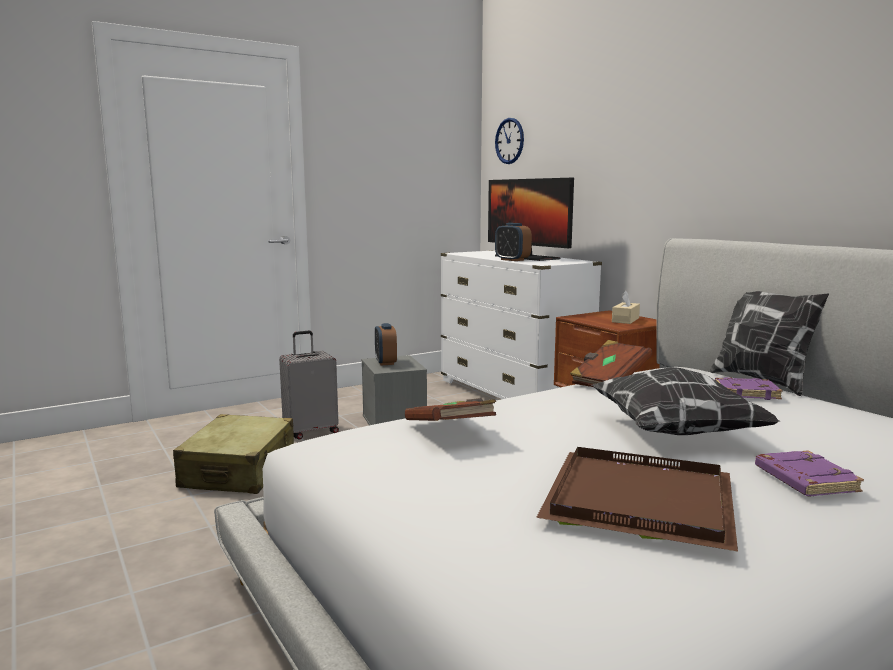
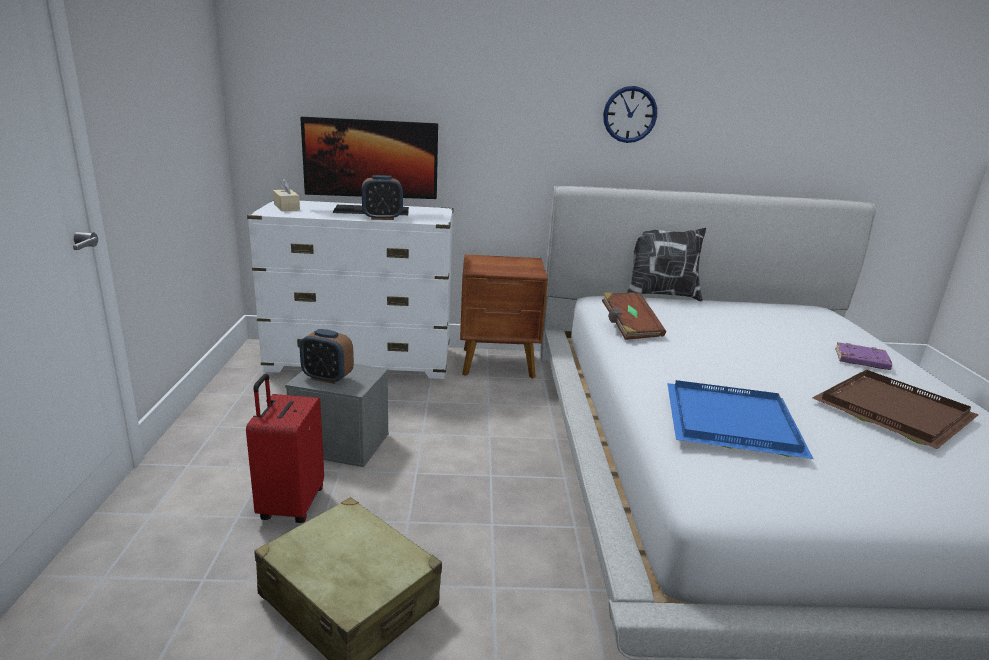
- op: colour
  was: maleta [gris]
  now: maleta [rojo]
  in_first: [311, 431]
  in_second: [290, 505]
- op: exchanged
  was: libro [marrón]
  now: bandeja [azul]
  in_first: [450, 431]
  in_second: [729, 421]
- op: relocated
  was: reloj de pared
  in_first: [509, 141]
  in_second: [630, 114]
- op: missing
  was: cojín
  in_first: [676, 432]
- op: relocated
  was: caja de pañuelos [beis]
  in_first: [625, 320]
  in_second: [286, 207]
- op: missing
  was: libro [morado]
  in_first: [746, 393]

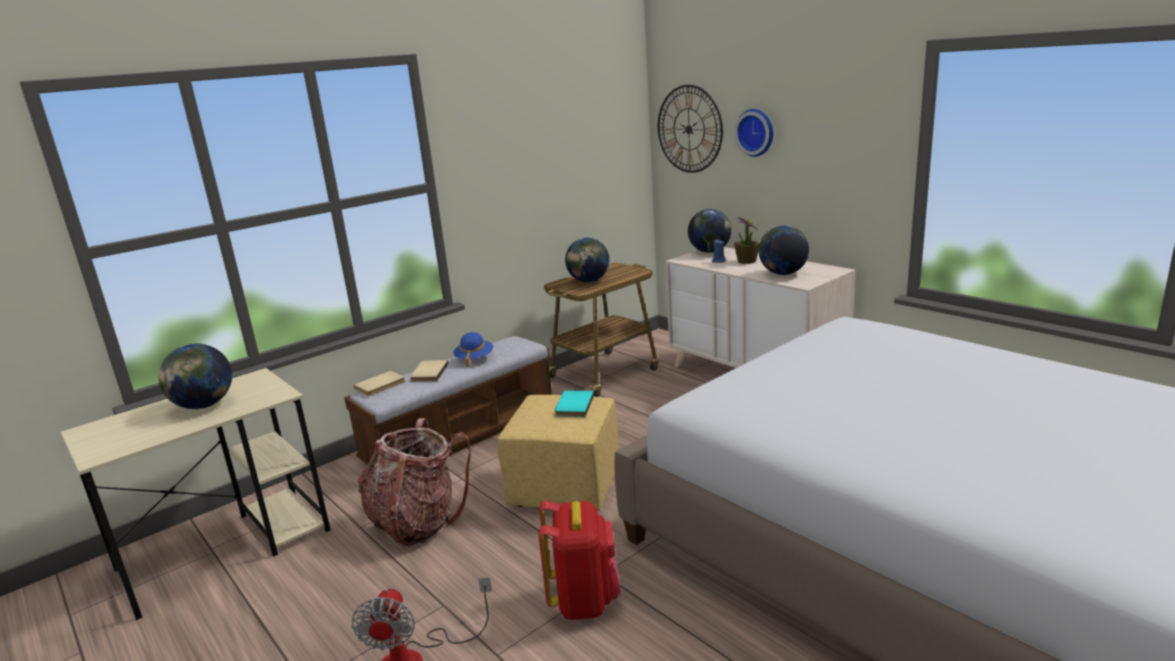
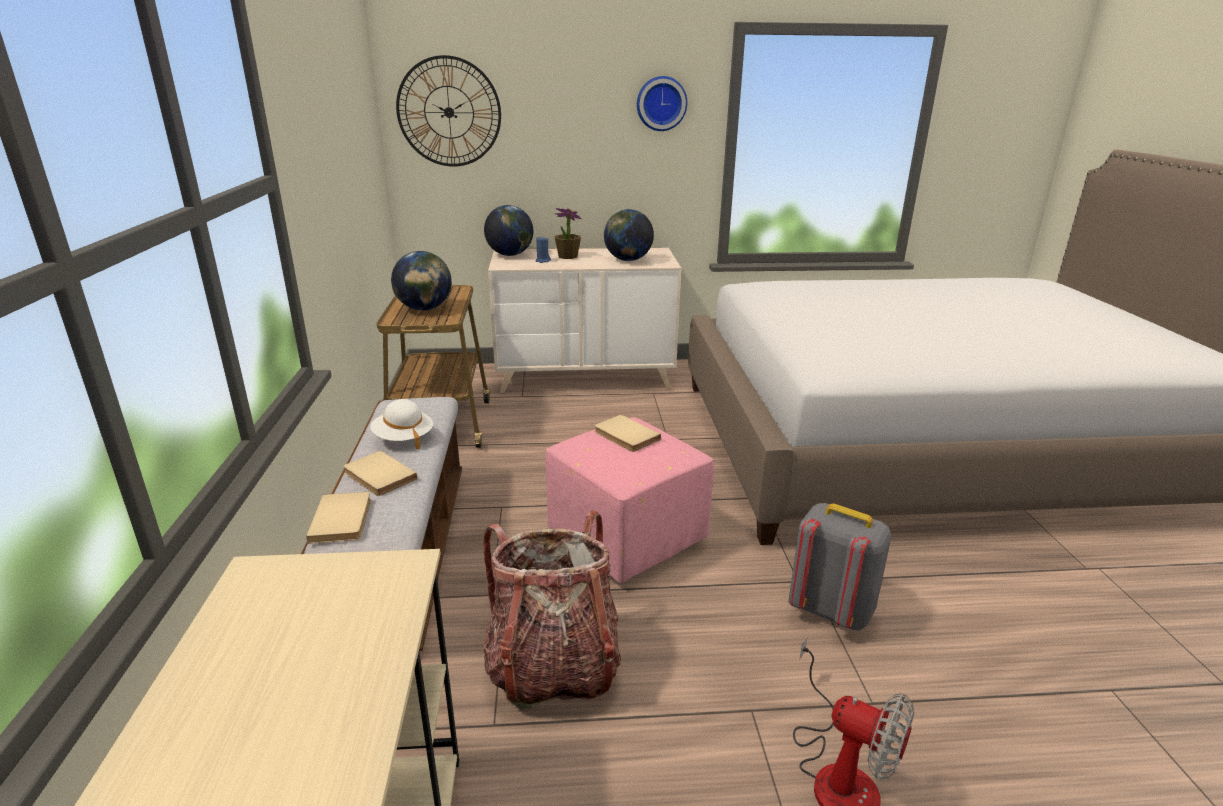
- op: missing
  was: globo terráqueo
  in_first: [204, 406]
- op: colour
  was: sombrero [azul]
  now: sombrero [blanco]
  in_first: [474, 359]
  in_second: [403, 438]
- op: colour
  was: puf [amarillo]
  now: puf [rosa]
  in_first: [563, 488]
  in_second: [624, 539]
- op: colour
  was: mochila [rojo]
  now: mochila [gris]
  in_first: [584, 600]
  in_second: [830, 610]
- op: colour
  was: libro [turquesa]
  now: libro [beis]
  in_first: [573, 405]
  in_second: [625, 436]
- op: relocated
  was: reloj de pared
  in_first: [756, 132]
  in_second: [661, 103]

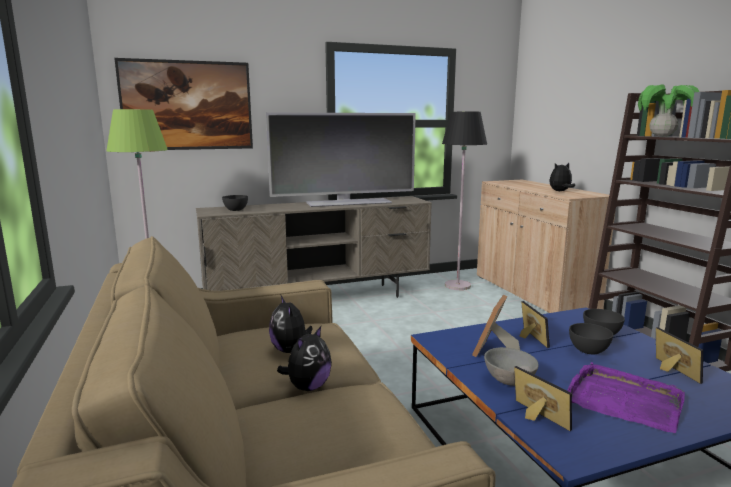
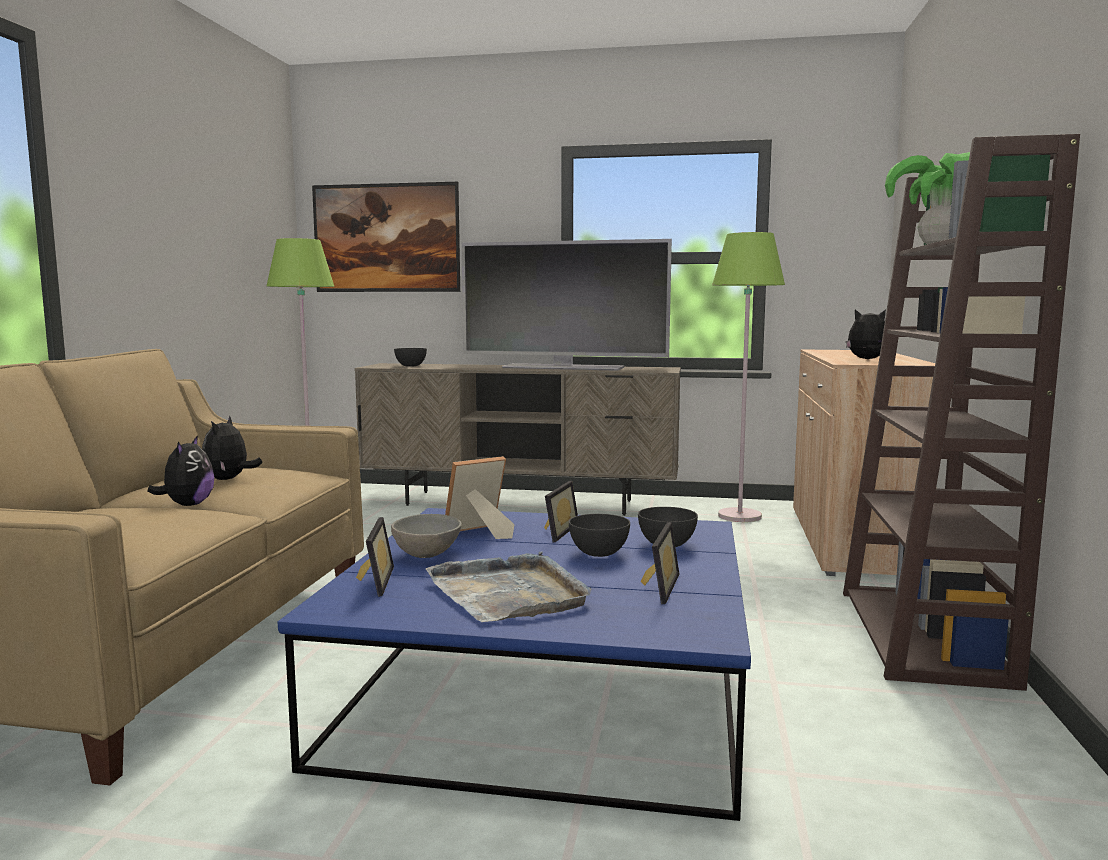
- op: spun
  was: peluche
  in_first: [308, 387]
  in_second: [187, 505]
  clockwise: -60
- op: colour
  was: lámpara de pie [negro]
  now: lámpara de pie [verde]
  in_first: [457, 286]
  in_second: [740, 516]
- op: colour
  was: bandeja [morado]
  now: bandeja [gris]
  in_first: [623, 400]
  in_second: [509, 593]

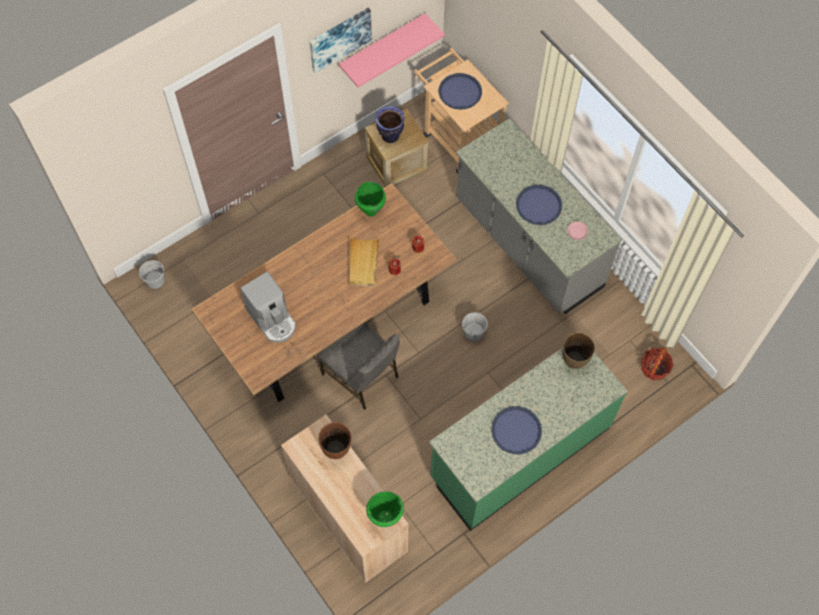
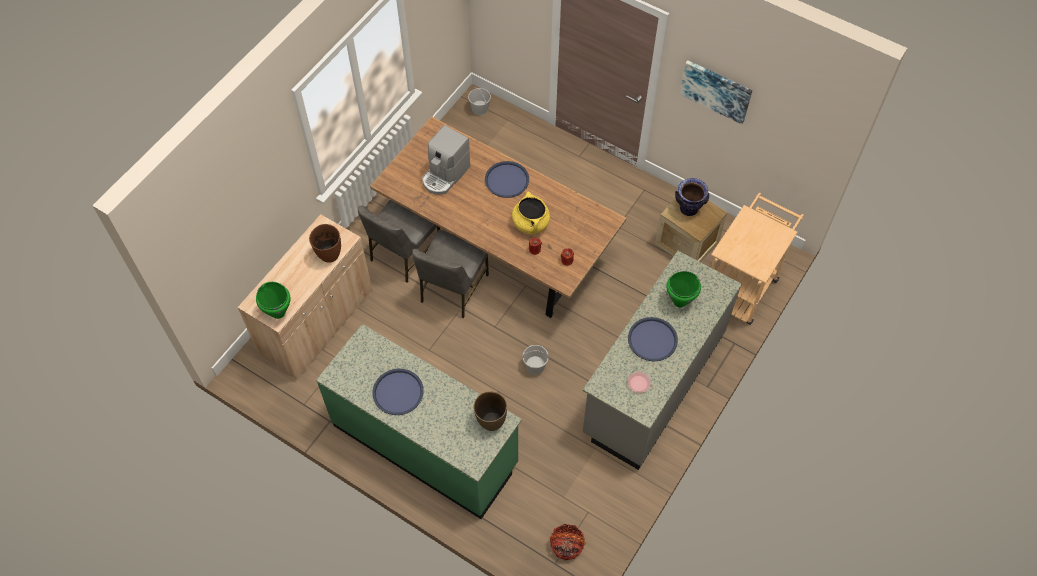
- op: missing
  was: estante [rosa]
  in_first: [382, 46]
- op: exchanged
  was: bandeja [beis]
  now: olla [amarillo]
  in_first: [363, 263]
  in_second: [530, 223]
- op: relocated
  was: olla [verde]
  in_first: [370, 211]
  in_second: [679, 301]
- op: relocated
  was: bandeja [azul]
  in_first: [460, 92]
  in_second: [507, 180]
- op: appeared
  now: silla [gris]
  in_second: [404, 253]

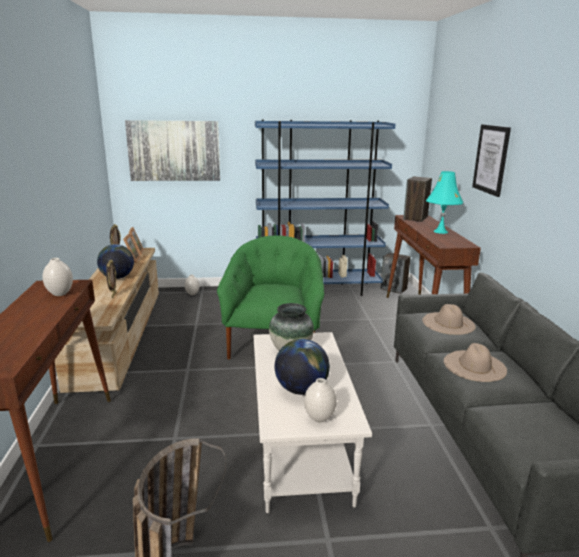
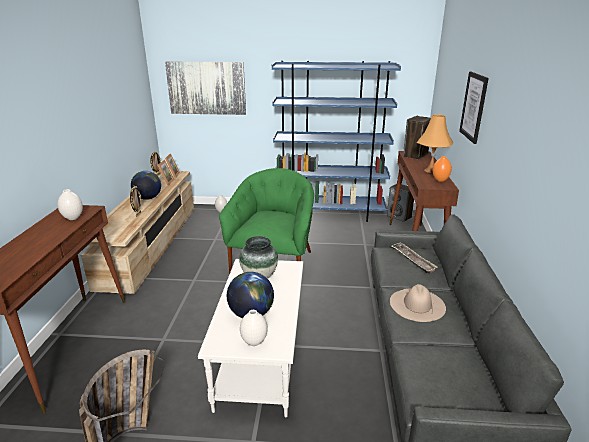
- op: exchanged
  was: sombrero [beis]
  now: bandeja
  in_first: [448, 323]
  in_second: [412, 260]
- op: colour
  was: lámpara de mesa [turquesa]
  now: lámpara de mesa [naranja]
  in_first: [440, 231]
  in_second: [430, 170]
- op: appeared
  now: florero [naranja]
  in_second: [440, 180]

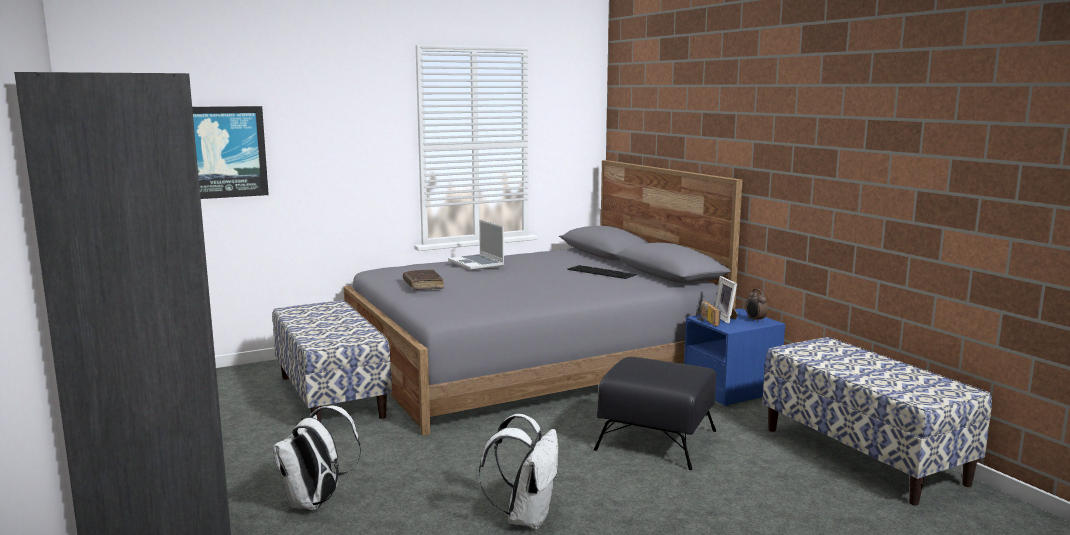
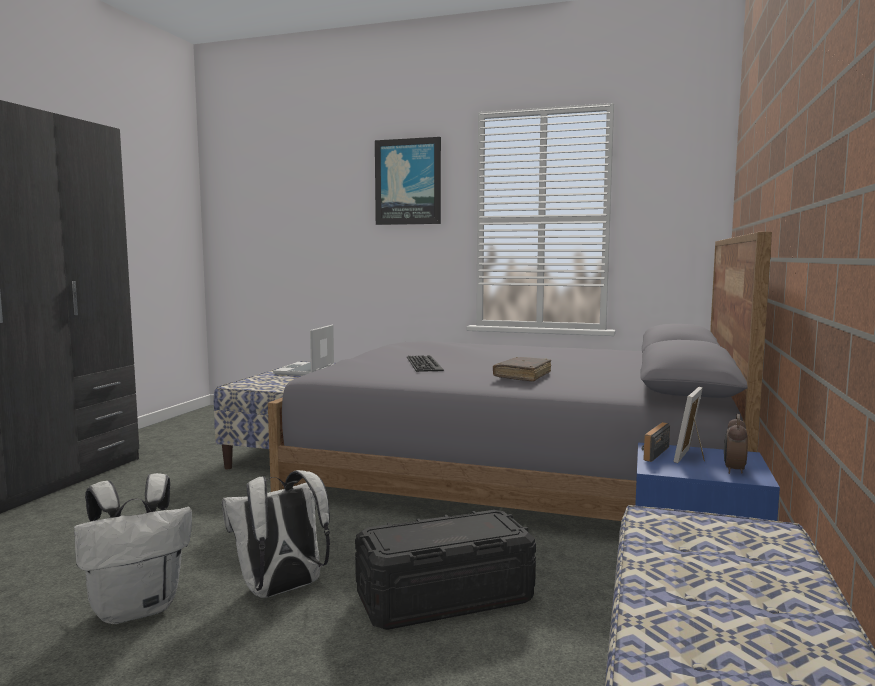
- op: relocated
  was: cuadro
  in_first: [226, 152]
  in_second: [408, 182]
- op: relocated
  was: mochila [blanco]
  in_first: [316, 503]
  in_second: [281, 590]
- op: relocated
  was: libro [marrón]
  in_first: [423, 285]
  in_second: [522, 376]
- op: relocated
  was: portátil
  in_first: [477, 264]
  in_second: [305, 371]
- op: relocated
  was: teclado
  in_first: [602, 272]
  in_second: [425, 363]
- op: exchanged
  was: puf [negro]
  now: caja de almacenaje [negro]
  in_first: [657, 440]
  in_second: [445, 597]

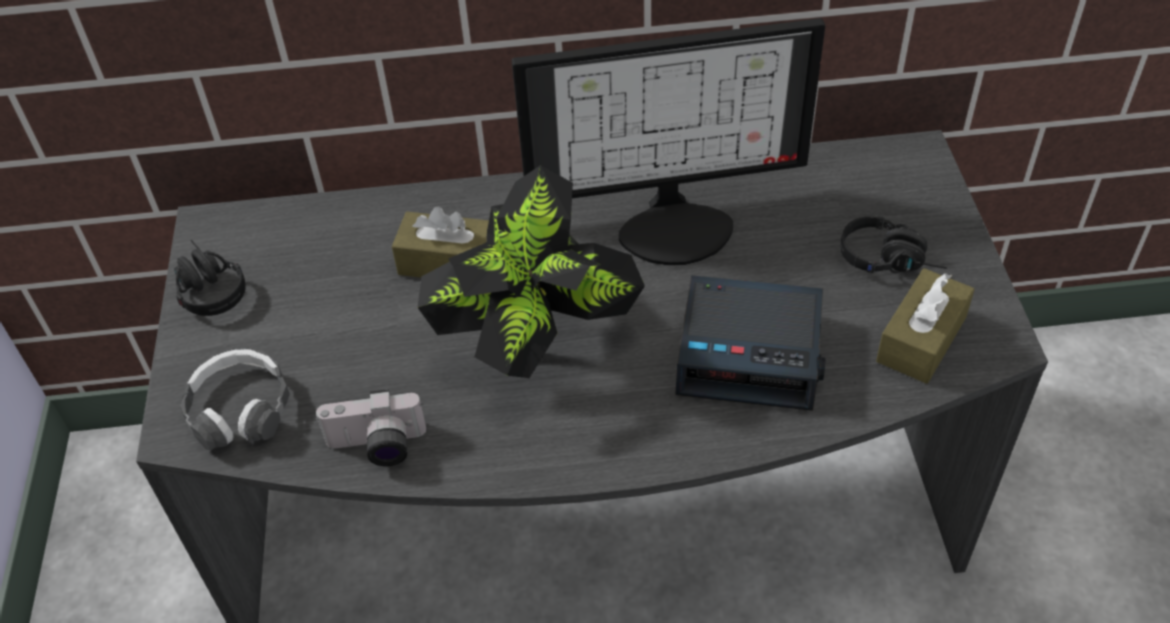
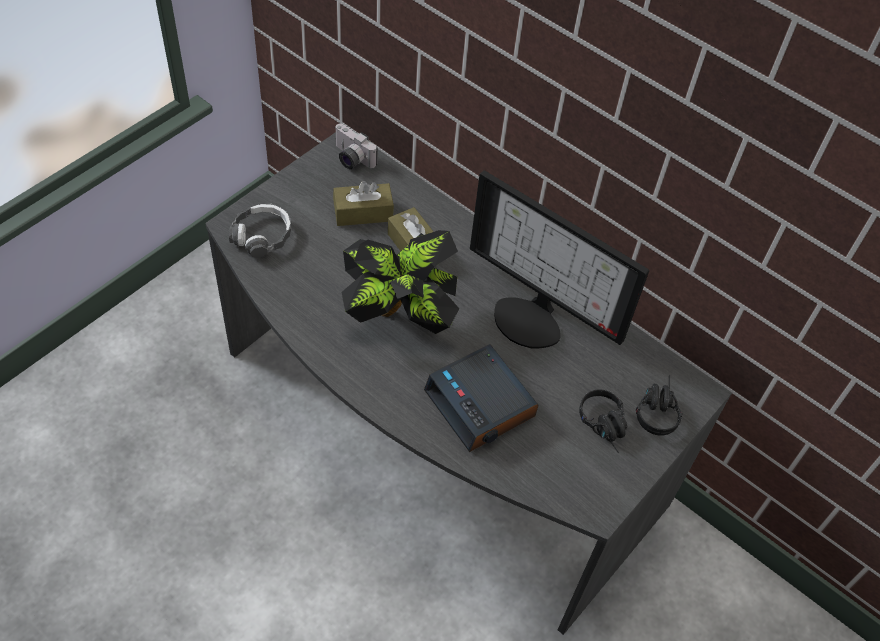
- op: relocated
  was: auriculares [negro]
  in_first: [206, 287]
  in_second: [656, 409]
- op: relocated
  was: cámara
  in_first: [377, 447]
  in_second: [350, 159]
- op: relocated
  was: caja de pañuelos [marrón]
  in_first: [921, 339]
  in_second: [363, 213]

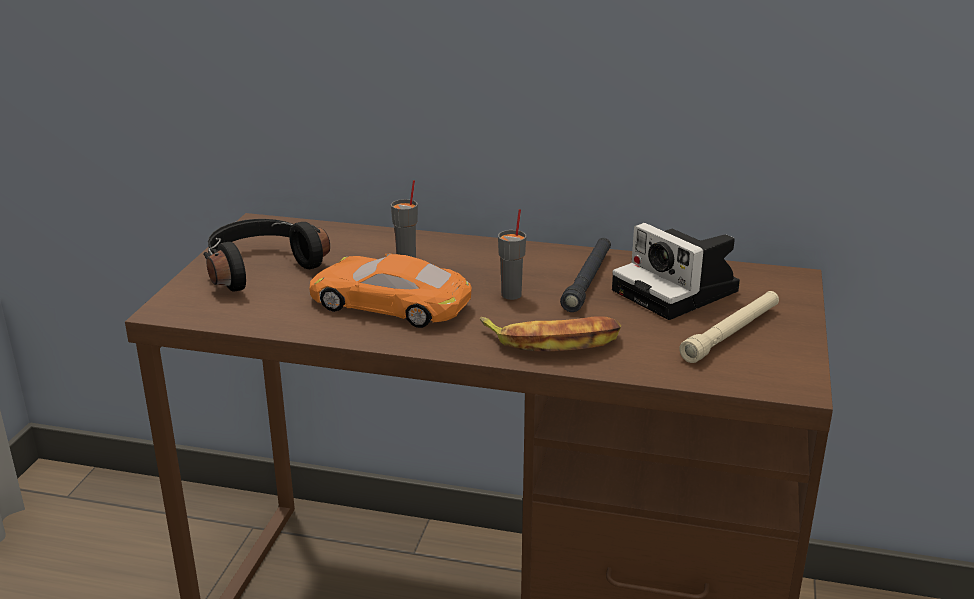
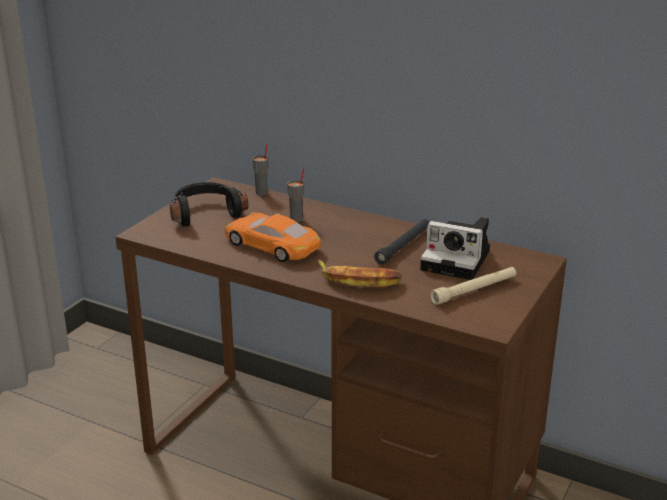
- op: relocated
  was: taza [gris]
  in_first: [512, 294]
  in_second: [262, 192]
- op: spun
  was: cámara
  in_first: [679, 292]
  in_second: [459, 260]
  clockwise: -45

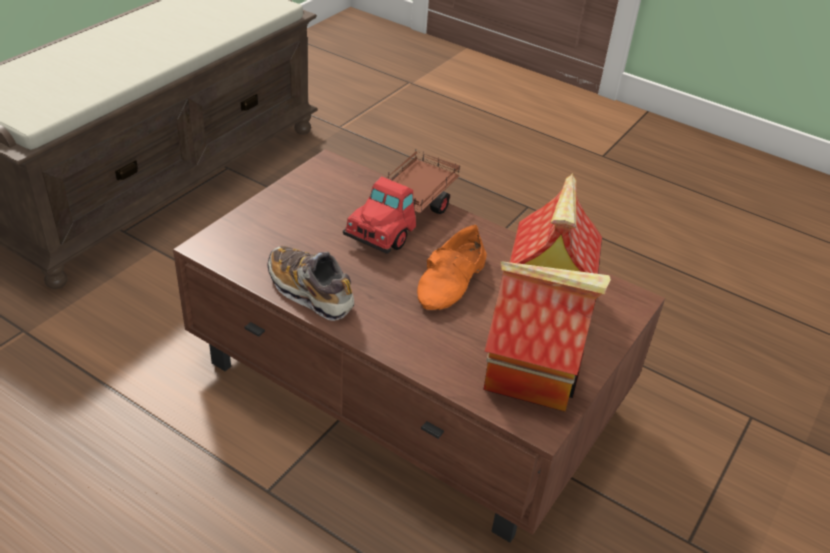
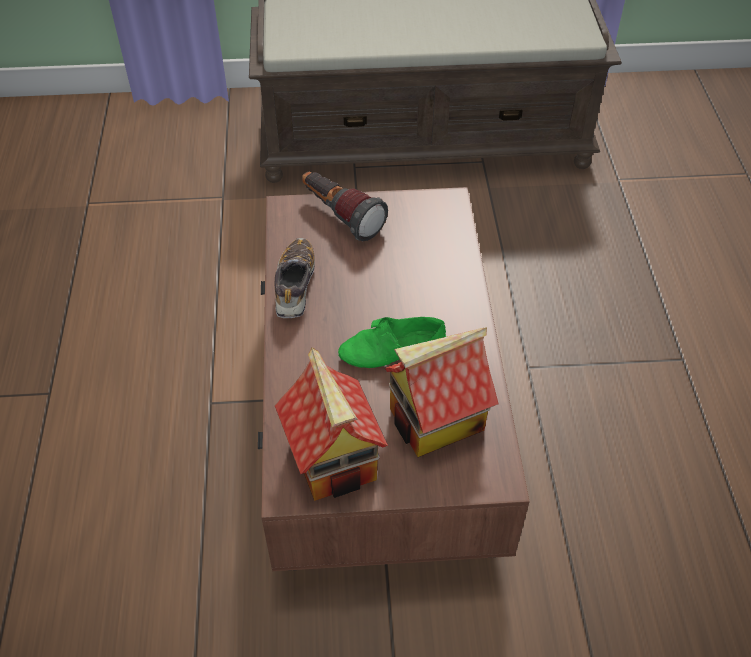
- op: missing
  was: camión de juguete
  in_first: [404, 217]
- op: colour
  was: zapato [naranja]
  now: zapato [verde]
  in_first: [453, 281]
  in_second: [392, 353]
- op: appeared
  now: linterna
  in_second: [340, 216]

